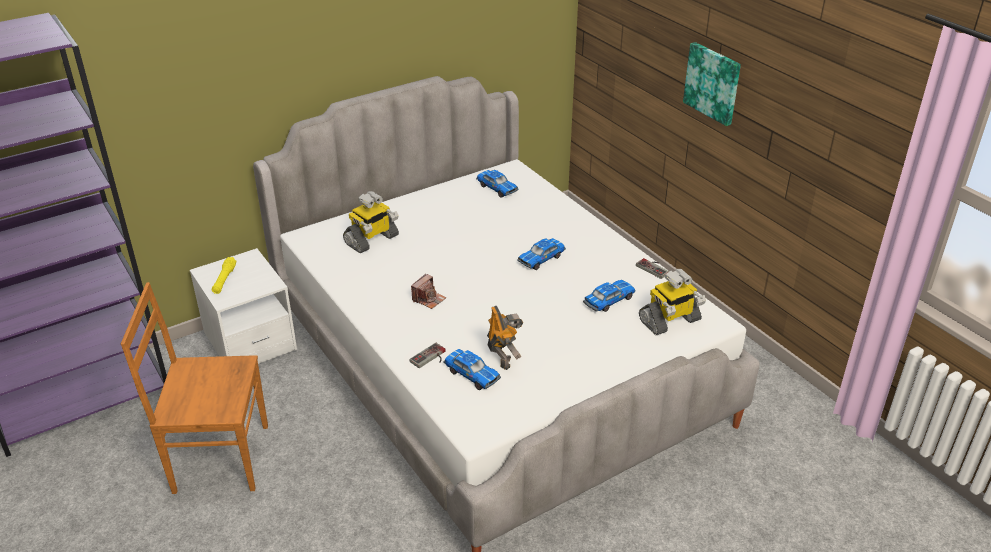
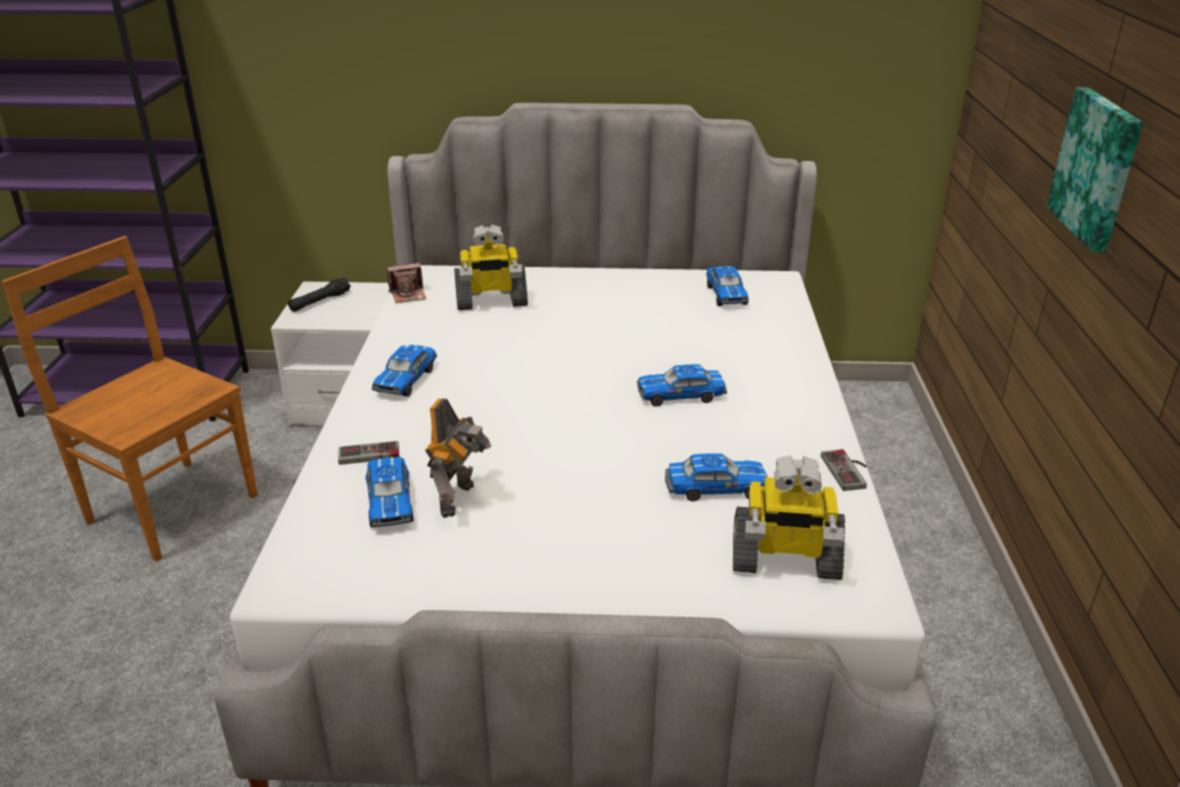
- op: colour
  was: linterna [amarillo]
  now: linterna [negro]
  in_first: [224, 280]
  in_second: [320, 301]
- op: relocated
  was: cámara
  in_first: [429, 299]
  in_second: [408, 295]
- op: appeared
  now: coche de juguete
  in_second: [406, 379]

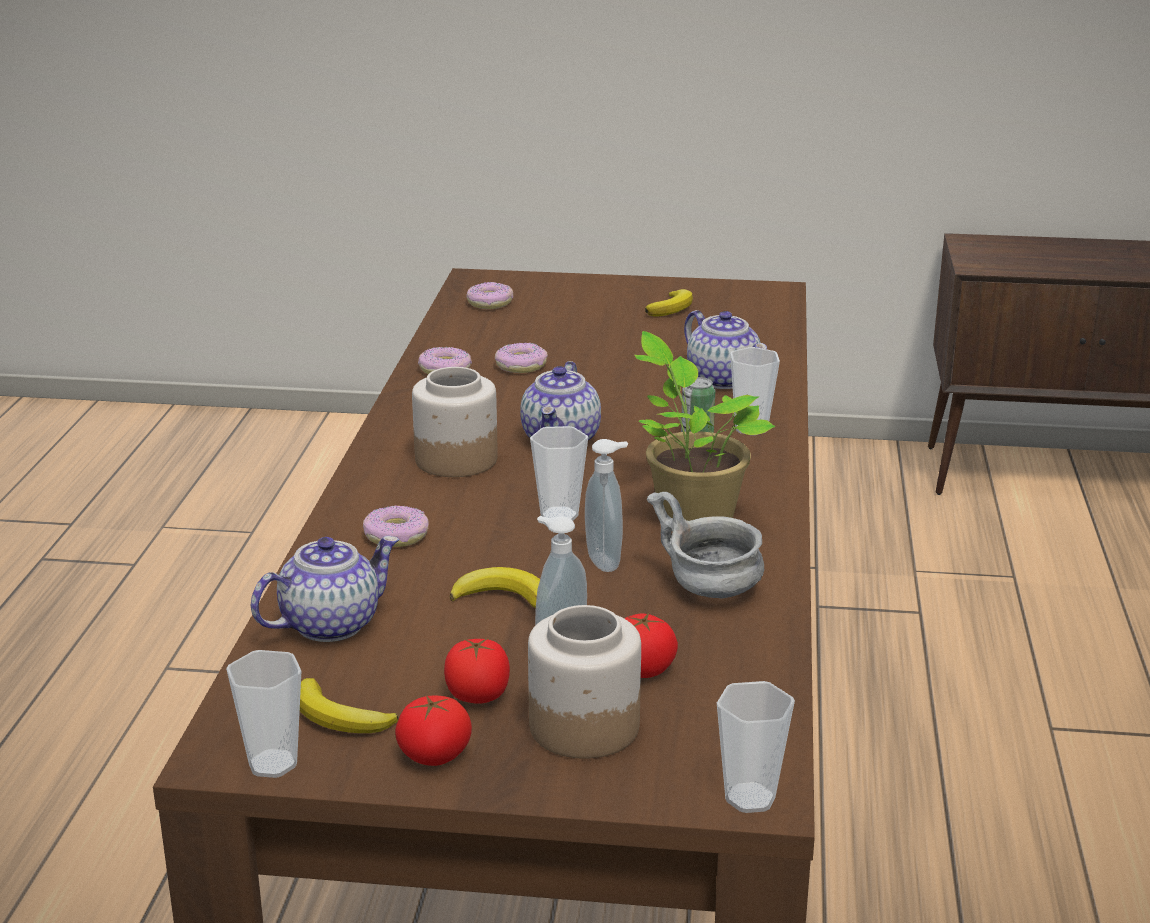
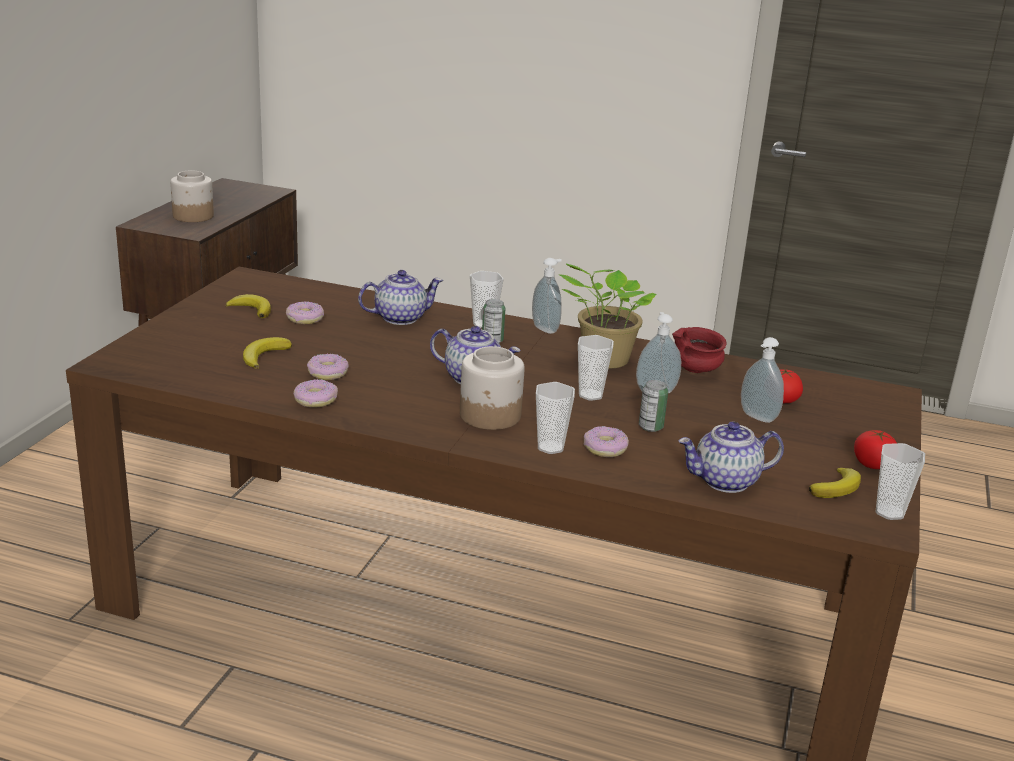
- op: spun
  was: tetera
  in_first: [330, 623]
  in_second: [725, 481]
  clockwise: -75
- op: missing
  was: tomate
  in_first: [477, 696]
- op: relocated
  was: plátano
  in_first: [502, 596]
  in_second: [264, 356]
- op: relocated
  was: rosquilla
  in_first: [489, 303]
  in_second: [305, 319]
- op: relocated
  was: tarro
  in_first: [582, 726]
  in_second: [193, 216]
- op: colour
  was: cuenco [gris]
  now: cuenco [rojo]
  in_first: [711, 590]
  in_second: [694, 370]
- op: relocated
  was: taza
  in_first: [750, 798]
  in_second: [550, 447]
- op: appeared
  now: dispensador de jabón
  in_second: [546, 329]
- op: appeared
  now: lata
  in_second: [650, 427]

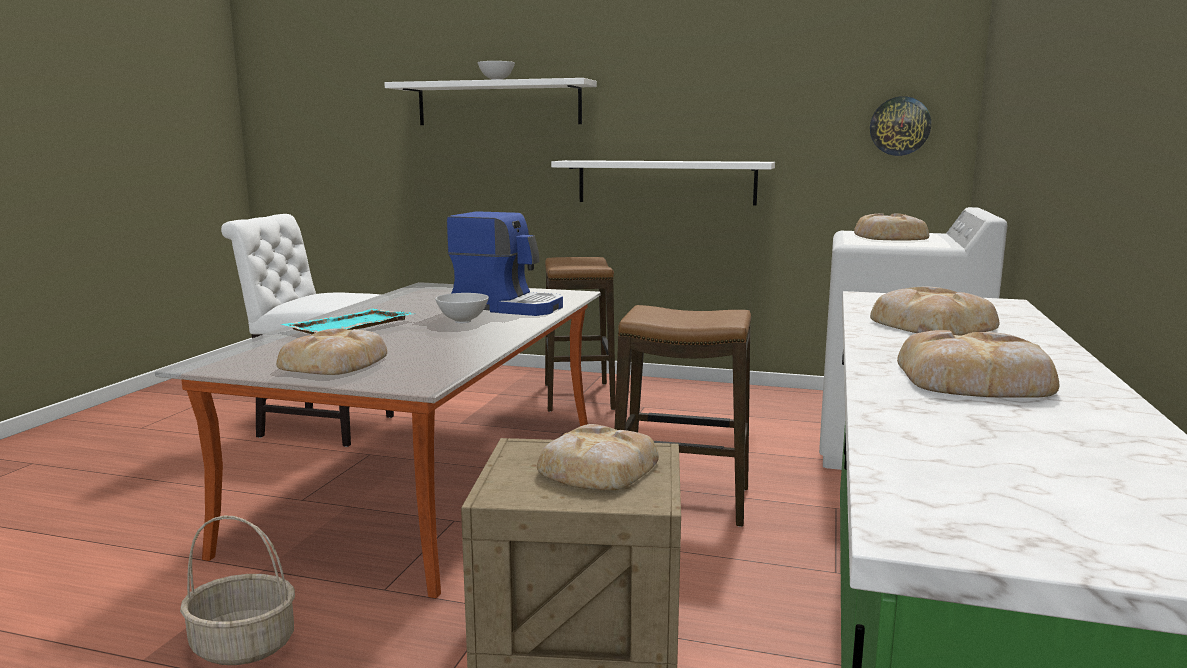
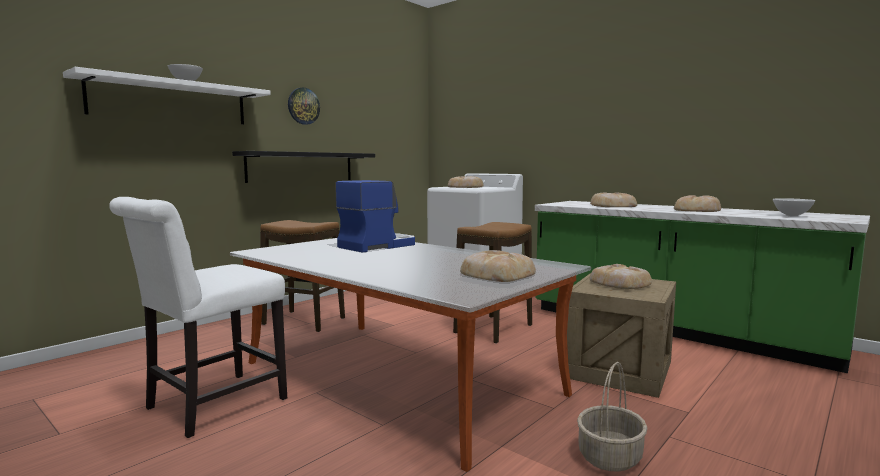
- op: missing
  was: bandeja [turquesa]
  in_first: [349, 326]
- op: relocated
  was: cuenco [blanco]
  in_first: [462, 321]
  in_second: [792, 216]
- op: colour
  was: estante [blanco]
  now: estante [negro]
  in_first: [666, 182]
  in_second: [301, 167]
- op: relocated
  was: reloj de pared
  in_first: [900, 126]
  in_second: [303, 106]

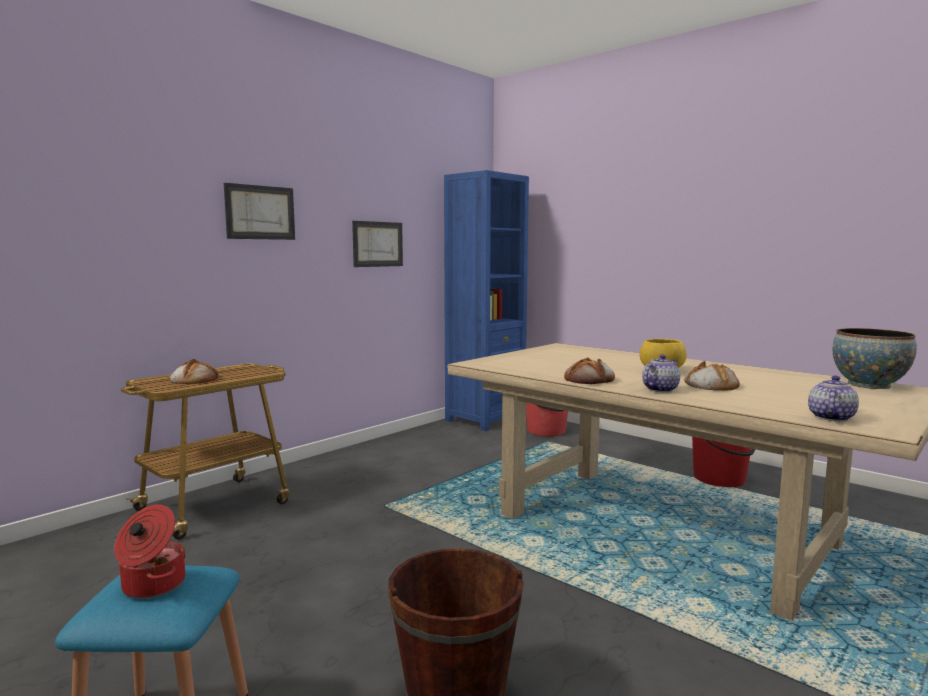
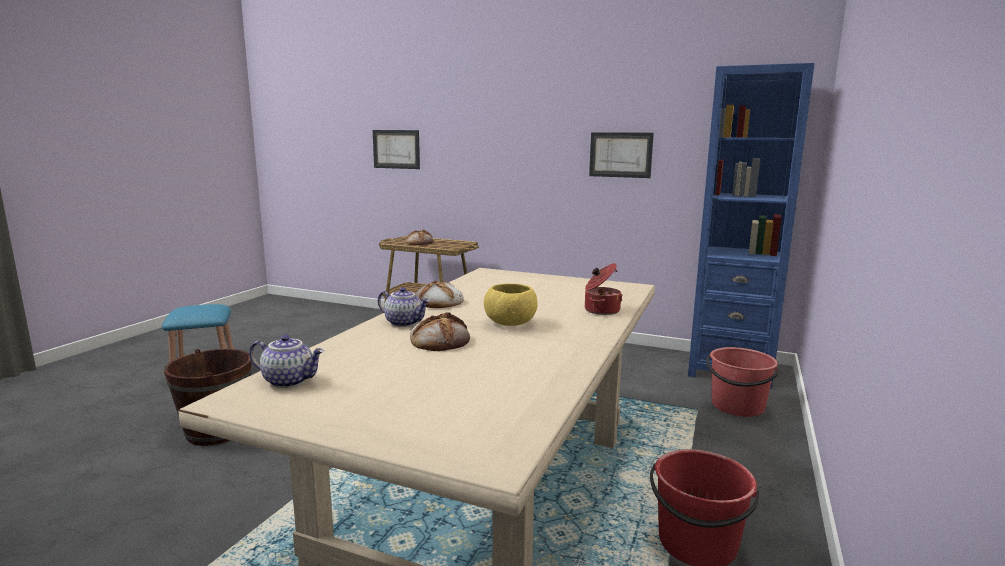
- op: relocated
  was: olla
  in_first: [152, 585]
  in_second: [601, 310]
- op: relocated
  was: cuadro
  in_first: [260, 212]
  in_second: [396, 149]
- op: missing
  was: cuenco
  in_first: [869, 385]

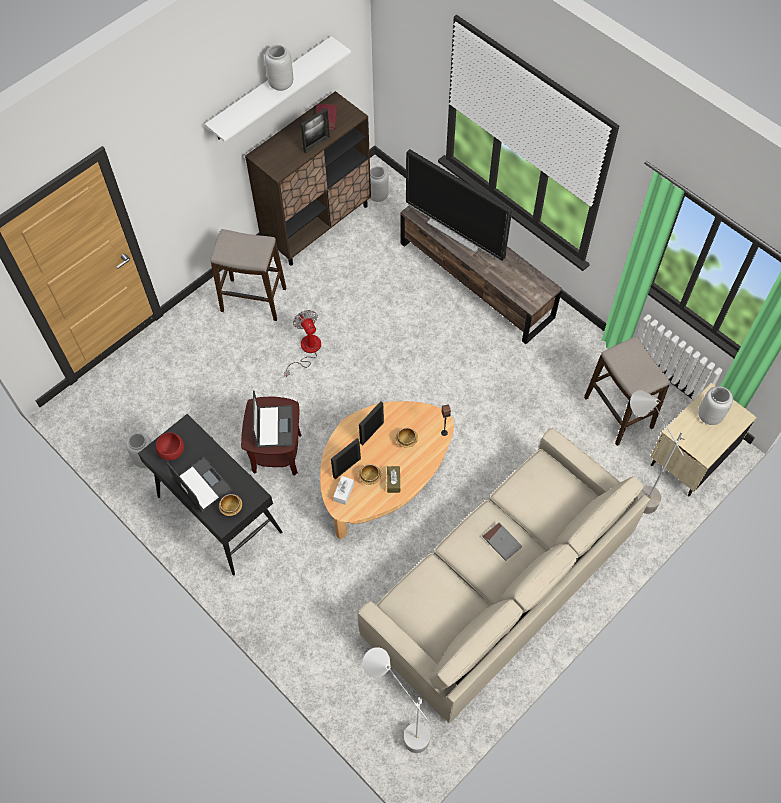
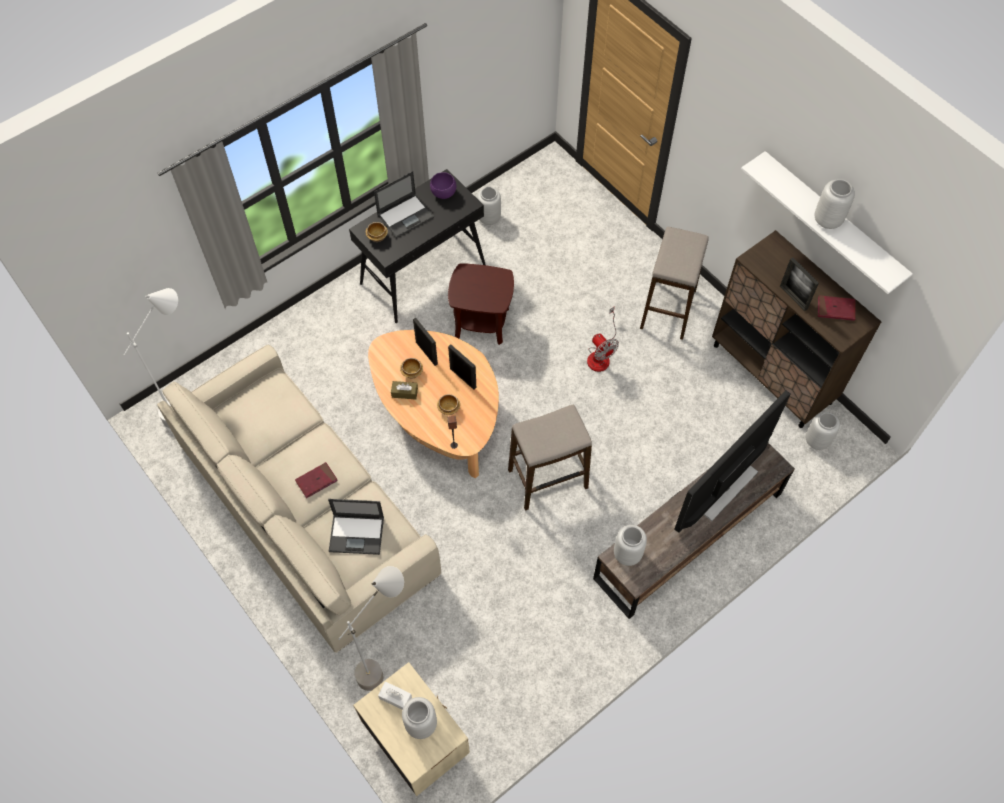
- op: colour
  was: cuenco [rojo]
  now: cuenco [morado]
  in_first: [172, 452]
  in_second: [443, 194]
- op: relocated
  was: portátil
  in_first: [274, 426]
  in_second: [357, 534]
- op: spun
  was: ventilador
  in_first: [306, 350]
  in_second: [600, 354]
  clockwise: 75
- op: relocated
  was: caja de pañuelos [blanco]
  in_first: [344, 492]
  in_second: [395, 697]
- op: colour
  was: libro [gris]
  now: libro [rojo]
  in_first: [502, 542]
  in_second: [316, 481]
- op: relocated
  was: taburete
  in_first: [618, 412]
  in_second: [548, 479]
- op: appeared
  now: florero [gris]
  in_second: [628, 554]

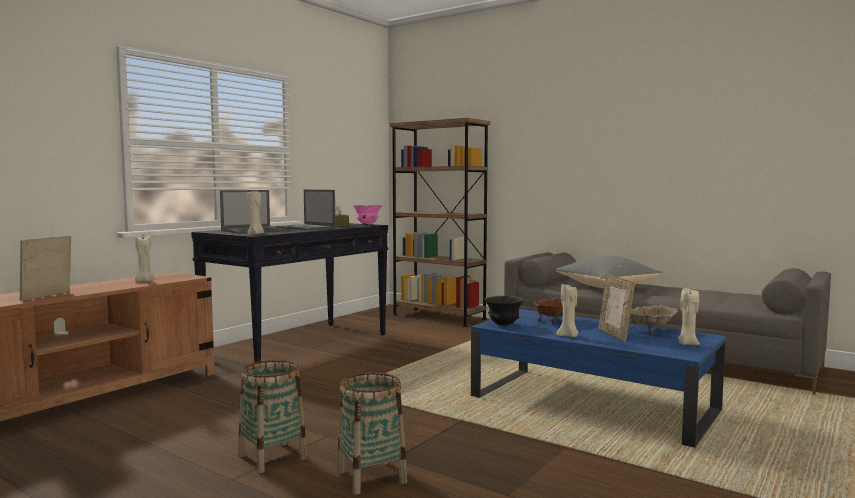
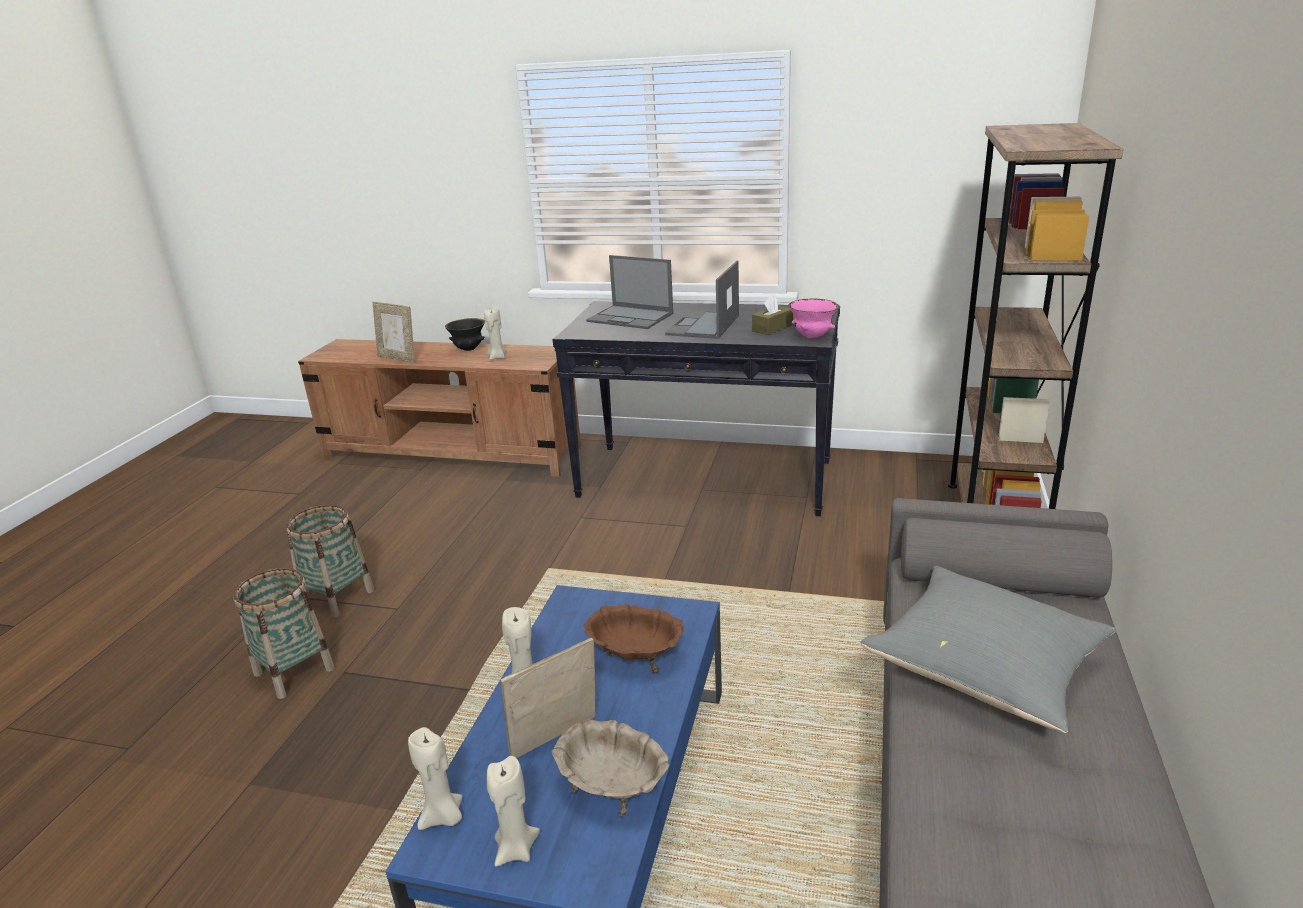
- op: spun
  was: portarretratos
  in_first: [47, 296]
  in_second: [398, 358]
  clockwise: -150
- op: relocated
  was: vela [beis]
  in_first: [256, 234]
  in_second: [443, 817]
- op: relocated
  was: cuenco [negro]
  in_first: [503, 325]
  in_second: [469, 349]

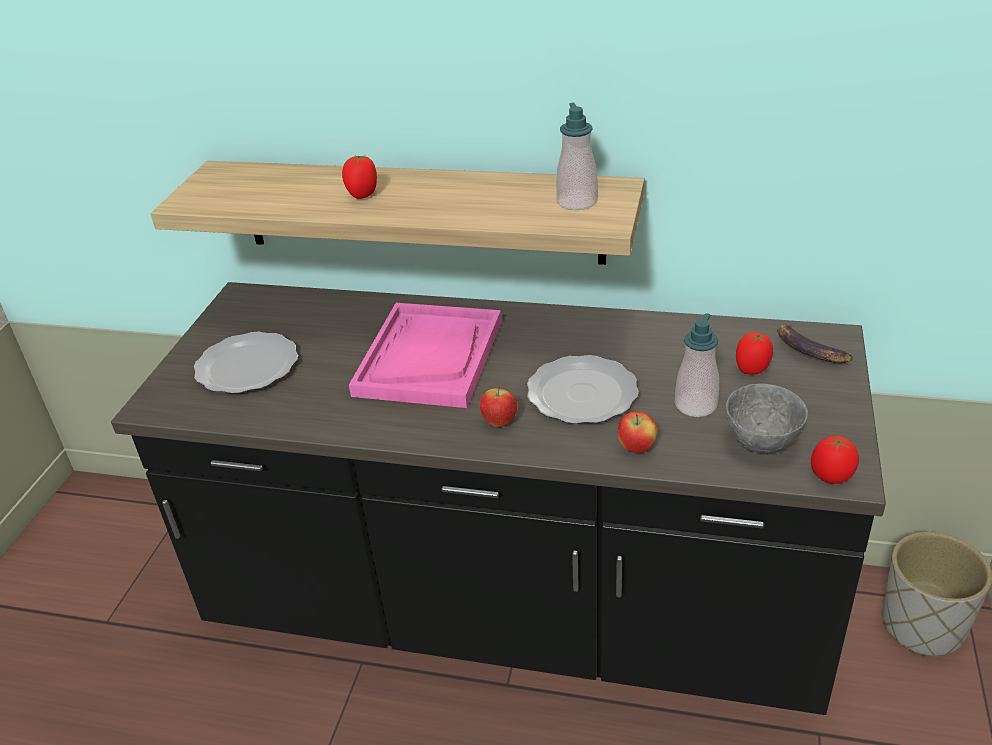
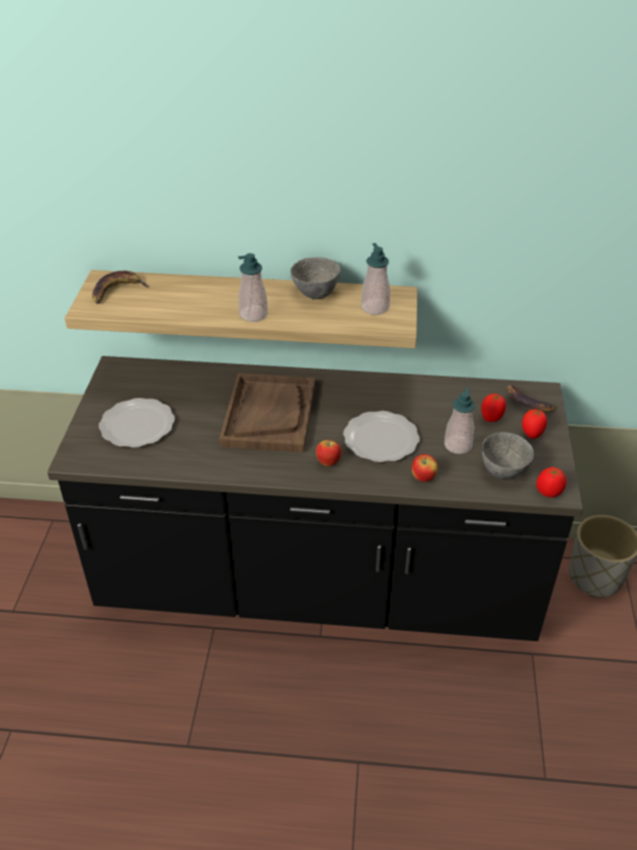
- op: relocated
  was: tomate
  in_first: [363, 195]
  in_second: [531, 434]
- op: colour
  was: bandeja [rosa]
  now: bandeja [marrón]
  in_first: [429, 357]
  in_second: [269, 414]
- op: appeared
  now: plátano
  in_second: [117, 291]
- op: appeared
  now: dispensador de jabón
  in_second: [253, 315]
- op: appeared
  now: cuenco [gris]
  in_second: [316, 295]

